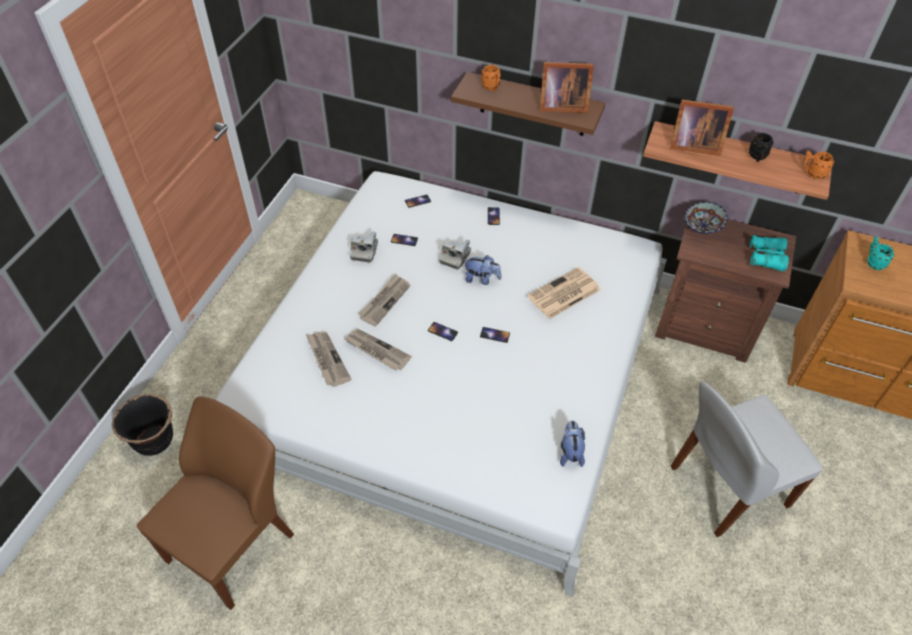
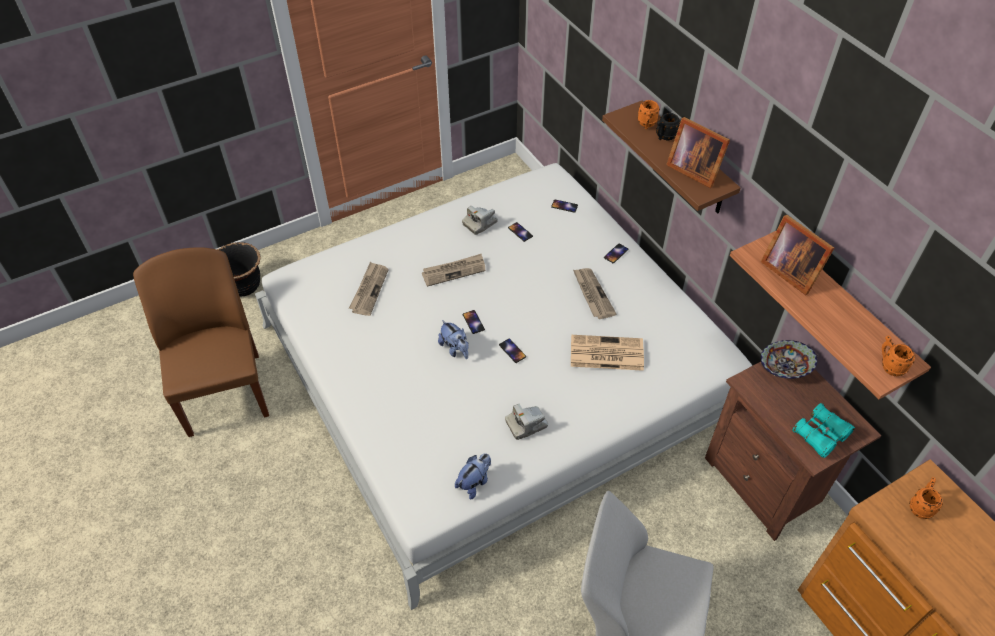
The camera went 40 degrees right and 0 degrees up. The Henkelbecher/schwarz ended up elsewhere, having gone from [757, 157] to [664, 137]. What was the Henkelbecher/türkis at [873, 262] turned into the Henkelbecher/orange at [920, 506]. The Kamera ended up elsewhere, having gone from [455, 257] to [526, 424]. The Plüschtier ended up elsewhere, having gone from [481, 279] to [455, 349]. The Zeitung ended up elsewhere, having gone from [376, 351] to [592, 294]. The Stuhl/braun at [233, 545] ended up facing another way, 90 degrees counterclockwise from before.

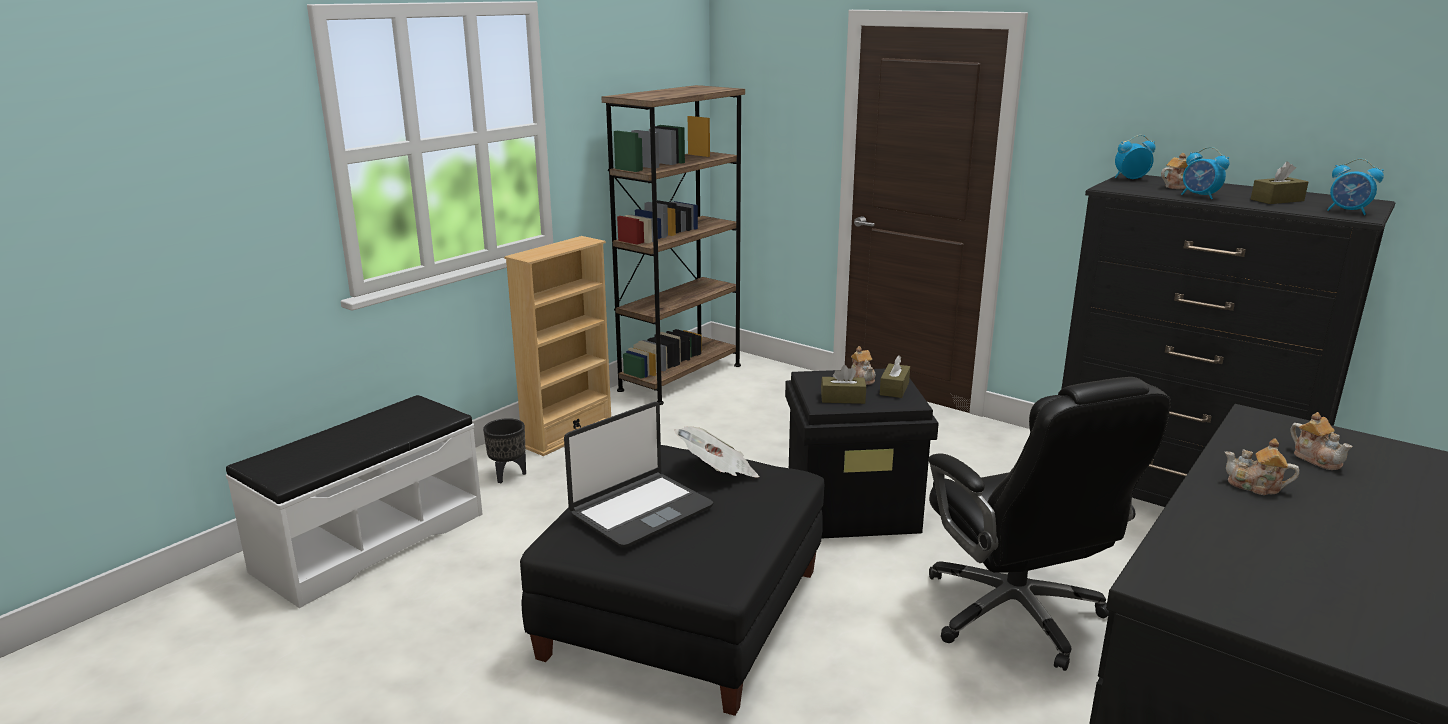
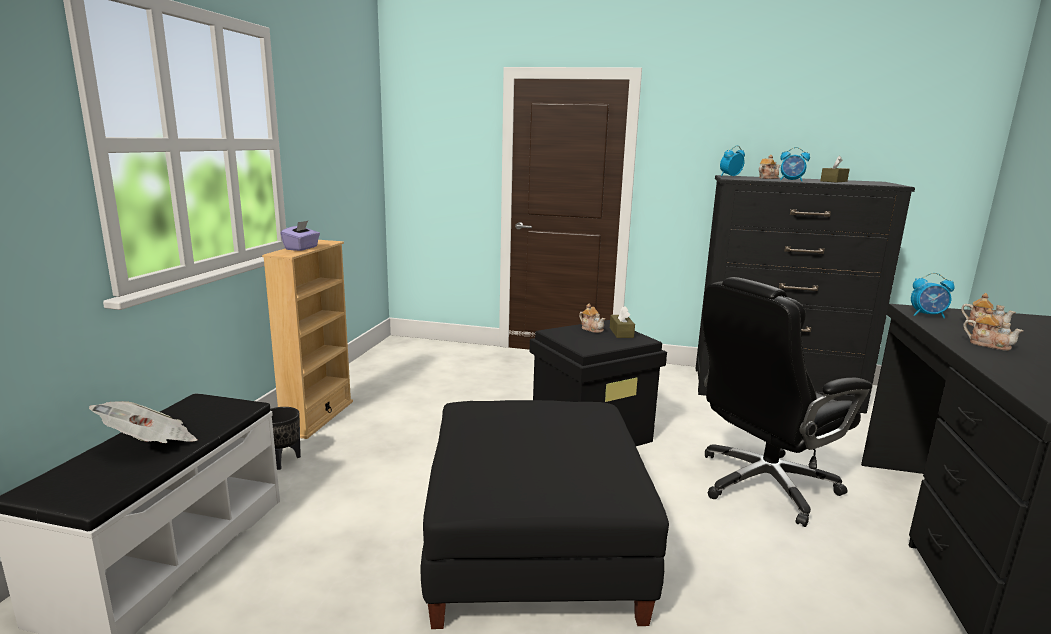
The camera went 25 degrees left and 5 degrees down. The second view lost the Bücherregal/braun at [681, 377]. The Wecker ended up elsewhere, having gone from [1348, 212] to [928, 315]. The second view lost the Taschentuchbox/braun at [843, 398]. The Bürostuhl/schwarz at [1016, 615] ended up facing another way, 105 degrees clockwise from before. The second view lost the Laptop at [640, 510]. The Zeitung ended up elsewhere, having gone from [718, 472] to [150, 443]. The Teekanne at [1255, 486] ended up facing another way, 135 degrees counterclockwise from before. The second view gained the Taschentuchbox/lila at [302, 248].

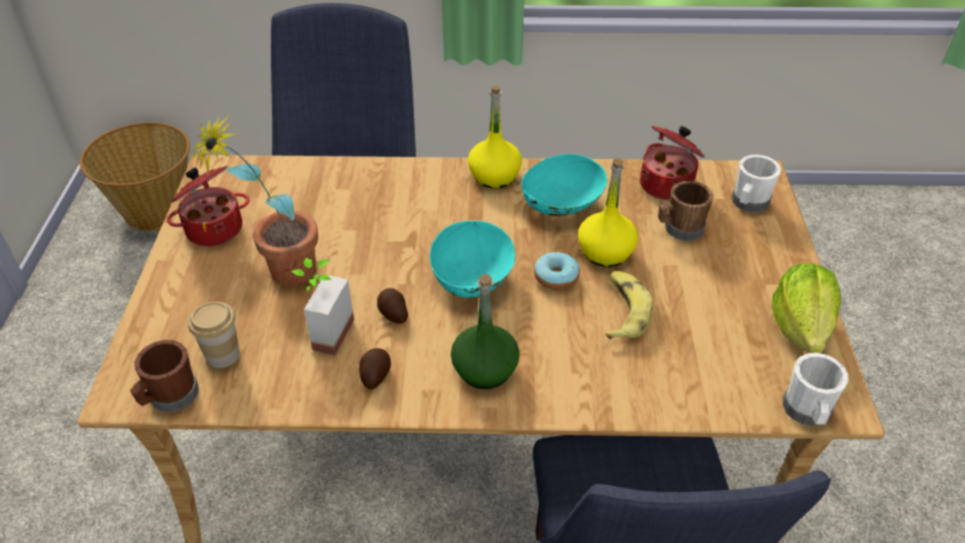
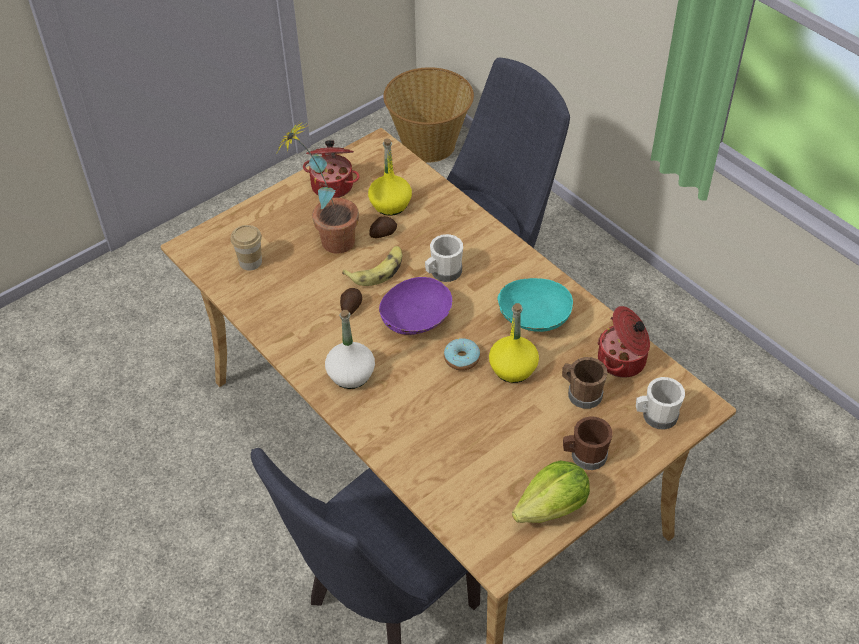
The camera went 50 degrees right and 5 degrees up. The Flasche/gelb ended up elsewhere, having gone from [494, 176] to [390, 204]. What was the Schüssel/türkis at [473, 280] turned into the Schüssel/lila at [416, 322]. The second view lost the Topfpflanze at [323, 332]. The Banane ended up elsewhere, having gone from [623, 311] to [377, 270]. What was the Flasche/grün at [485, 370] turned into the Flasche/weiß at [351, 375]. The Henkelbecher/braun ended up elsewhere, having gone from [170, 398] to [584, 456]. The Kartoffel ended up elsewhere, having gone from [375, 375] to [383, 233]. The Henkelbecher/weiß ended up elsewhere, having gone from [807, 412] to [443, 273].

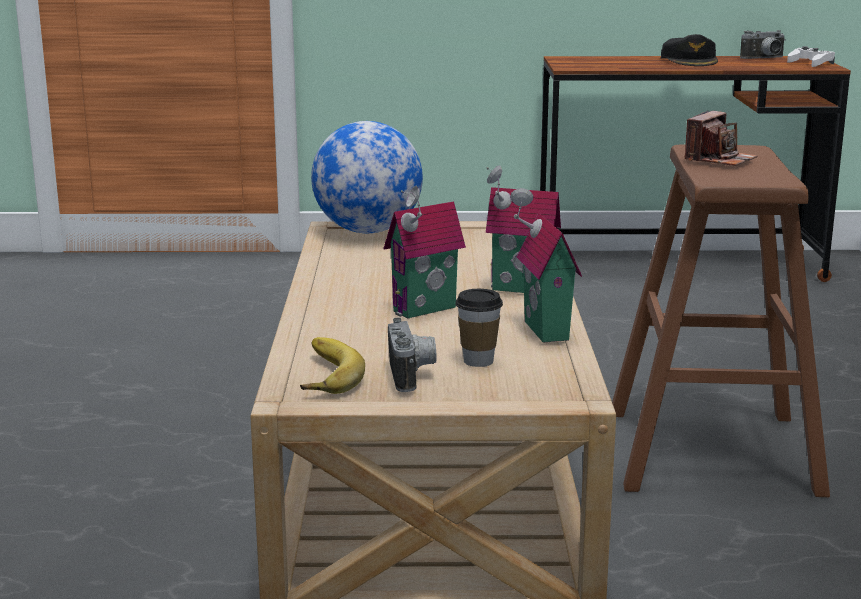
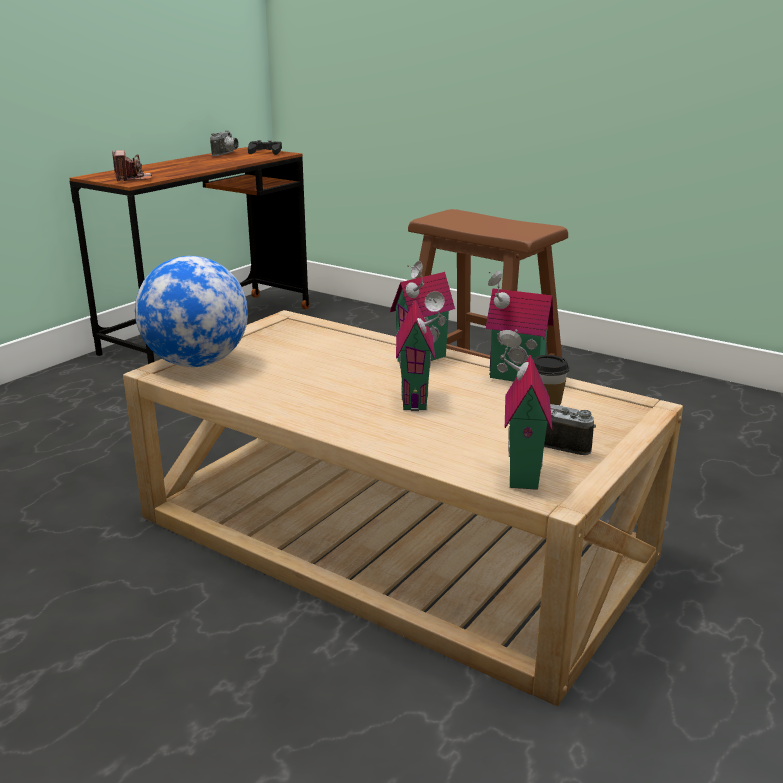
The camera went 55 degrees left and 5 degrees up. The second view lost the Kappe/schwarz at [690, 60]. What was the Gamepad/weiß at [811, 63] turned into the Gamepad/schwarz at [265, 152]. The Kamera ended up elsewhere, having gone from [719, 159] to [133, 178]. Where the Banane stood at [322, 374], the Spielzeughaus came to stand at [518, 472].

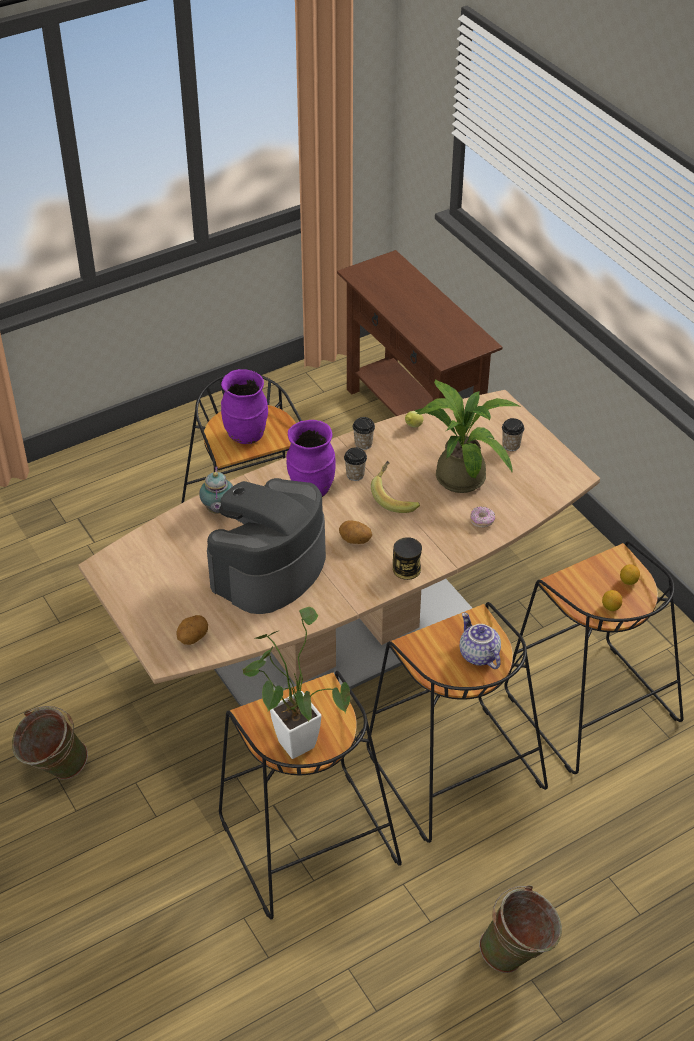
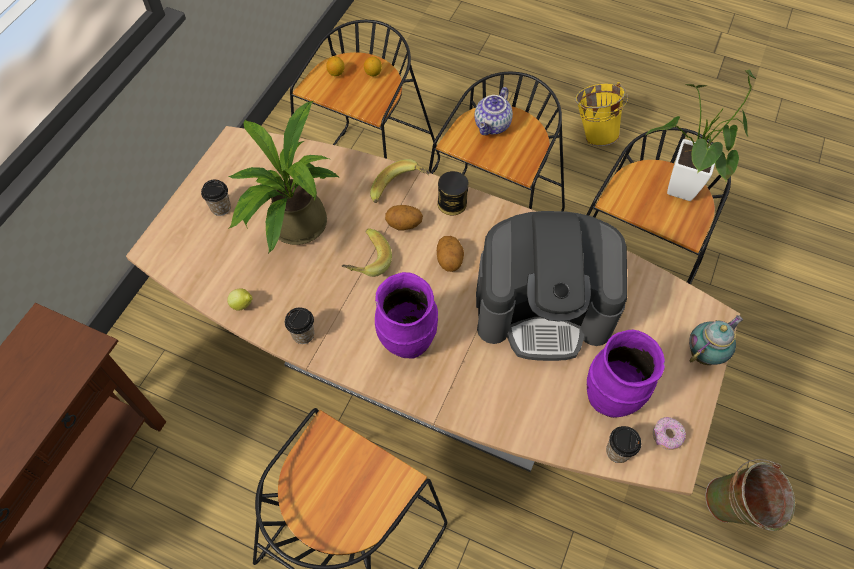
The camera went 125 degrees left and 15 degrees up. The Vase/lila ended up elsewhere, having gone from [246, 435] to [610, 396]. The Tasse ended up elsewhere, having gone from [355, 475] to [617, 452]. The Teekanne ended up elsewhere, having gone from [218, 510] to [705, 353]. The Donut ended up elsewhere, having gone from [482, 521] to [666, 436]. The Kartoffel ended up elsewhere, having gone from [193, 638] to [403, 225]. What was the Eimer/grün at [518, 956] turned into the Eimer/gelb at [593, 133]. The second view gained the Banane at [400, 190].

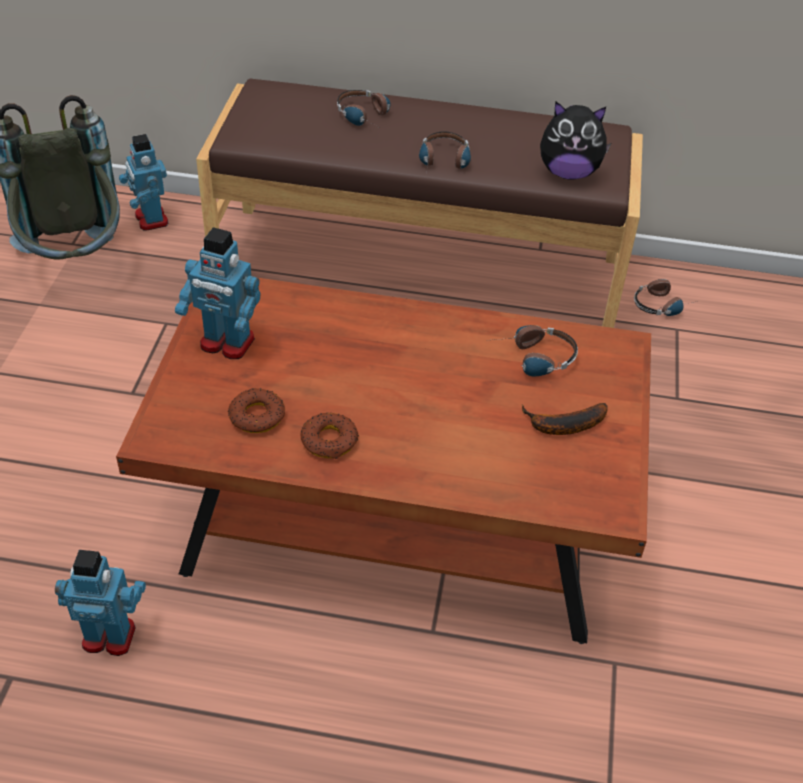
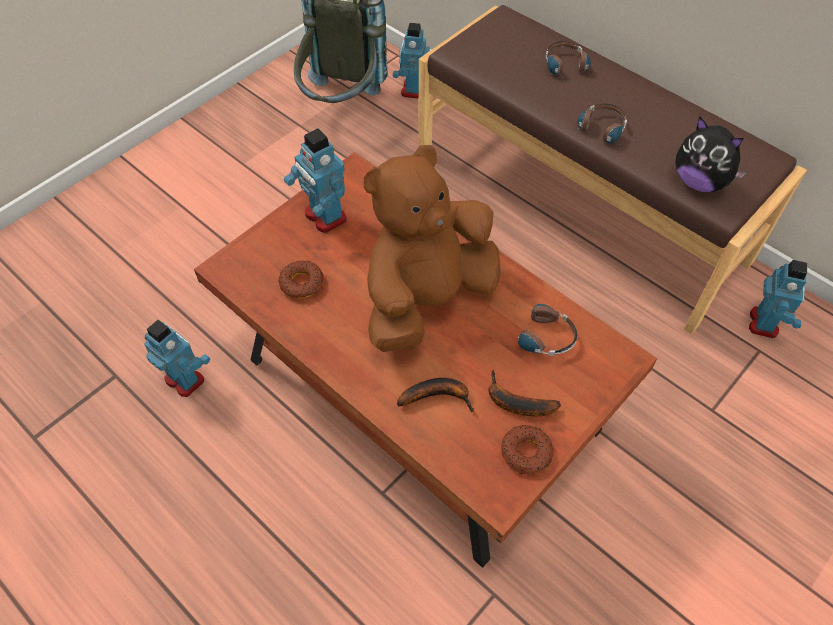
The camera went 35 degrees right and 10 degrees up. Where the Kopfhörer stood at [663, 304], the Spielzeugroboter came to stand at [764, 323]. The Donut ended up elsewhere, having gone from [329, 440] to [526, 452]. The second view gained the Plüschtier/braun at [427, 299]. The second view gained the Banane at [438, 396].

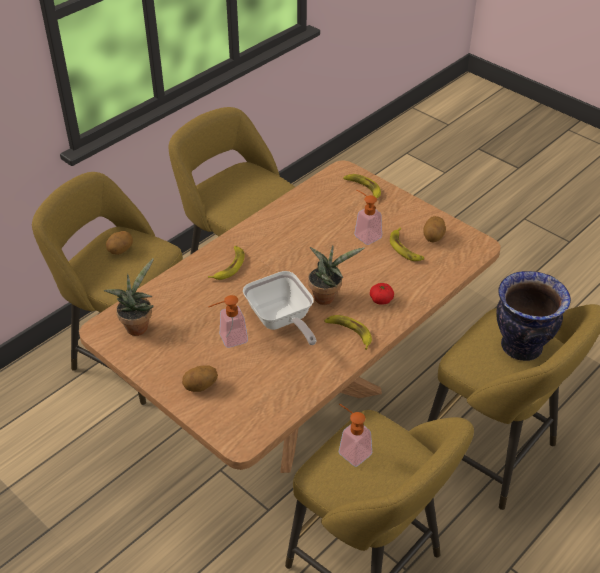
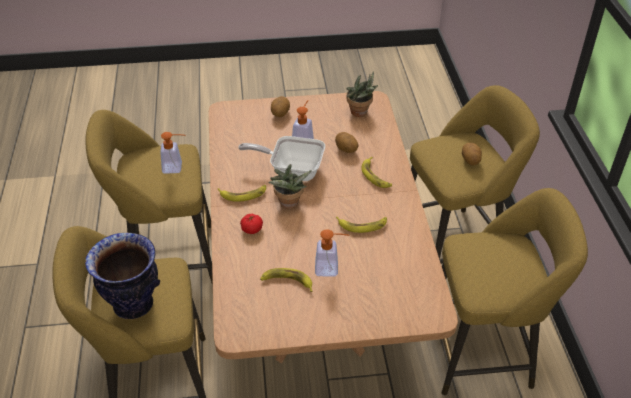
The camera went 130 degrees right and 0 degrees up. The Banane ended up elsewhere, having gone from [363, 188] to [362, 225]. The Kartoffel ended up elsewhere, having gone from [433, 237] to [346, 150].

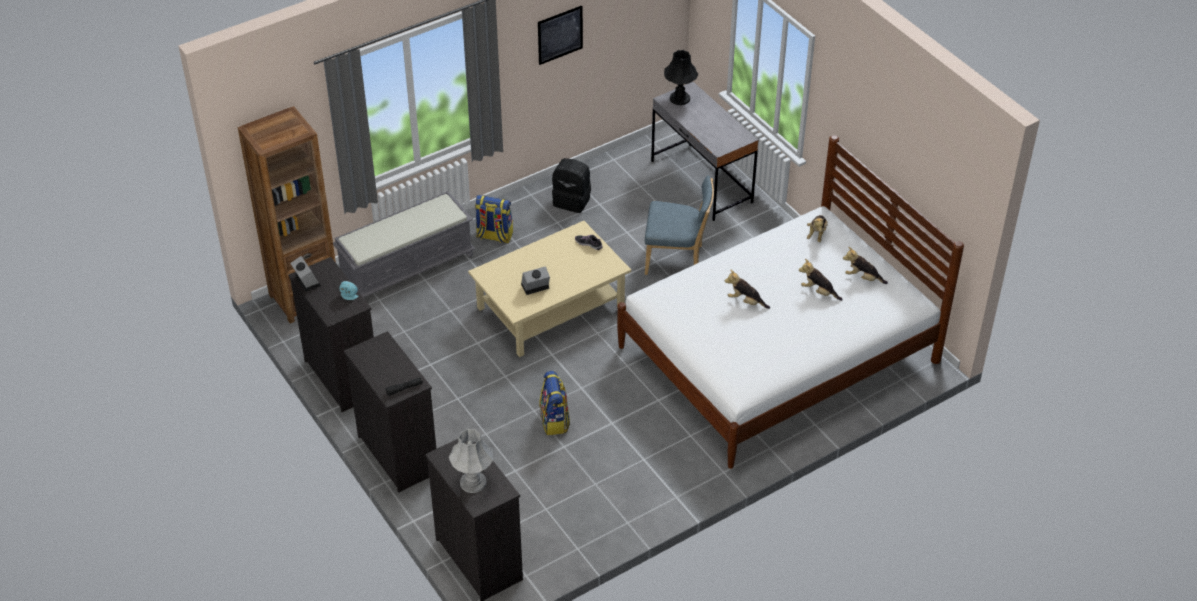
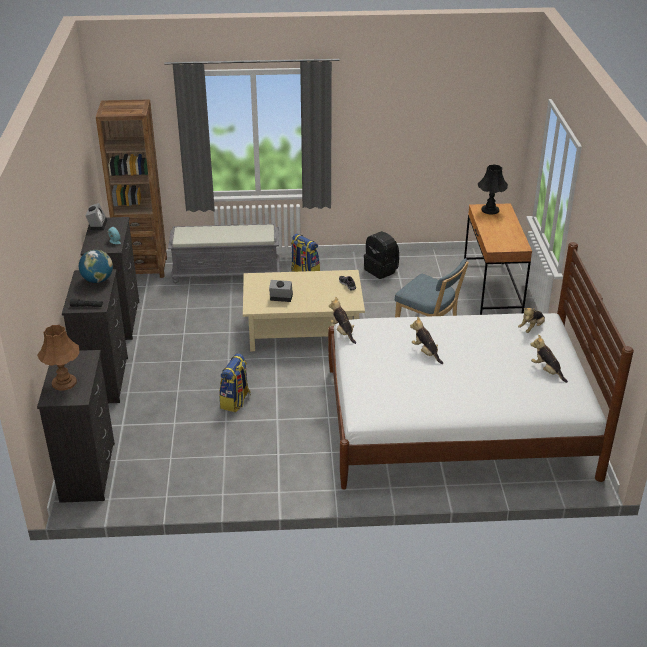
The camera went 30 degrees right and 10 degrees down. The second view lost the Bild at [560, 35]. What was the Schreibtisch/grau at [701, 182] turned into the Schreibtisch/braun at [492, 288]. The Plüschtier ended up elsewhere, having gone from [818, 292] to [342, 332]. What was the Tischlampe/grau at [473, 482] turned into the Tischlampe/braun at [64, 382]. The second view gained the Globus at [97, 280].

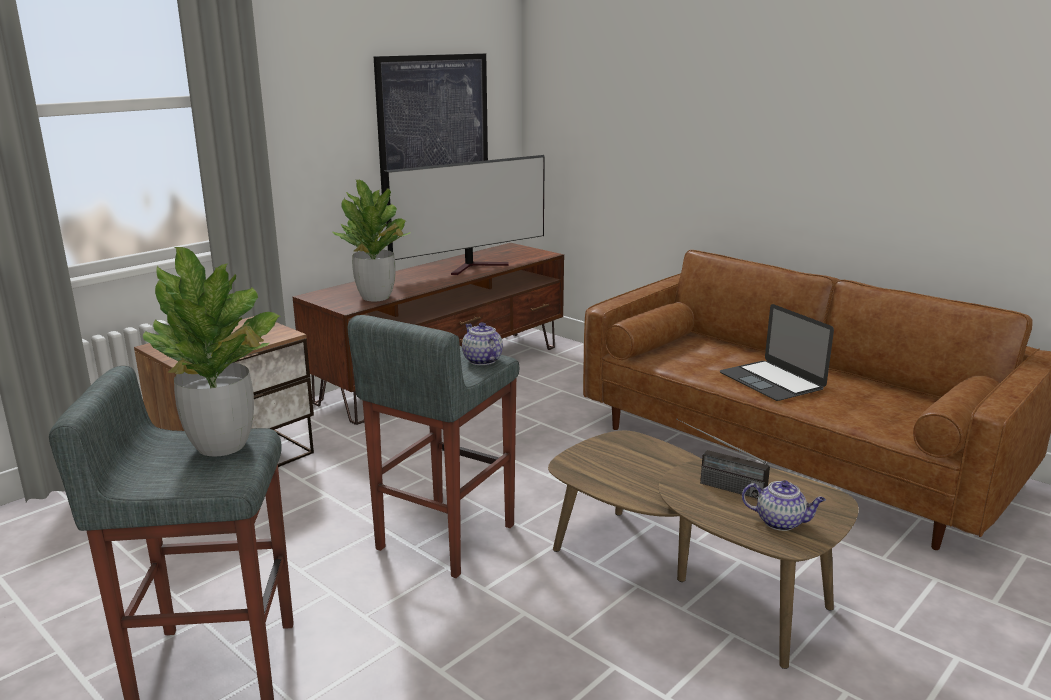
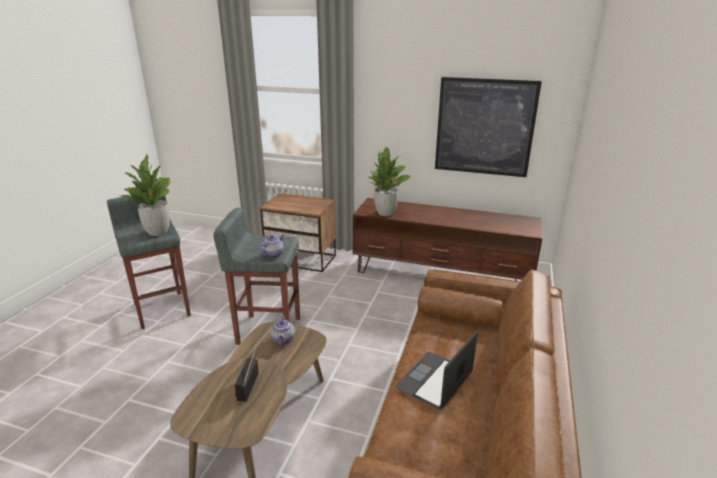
The camera went 65 degrees right and 5 degrees up. The second view lost the Fernseher at [476, 267]. The Teekanne ended up elsewhere, having gone from [781, 522] to [283, 340].

